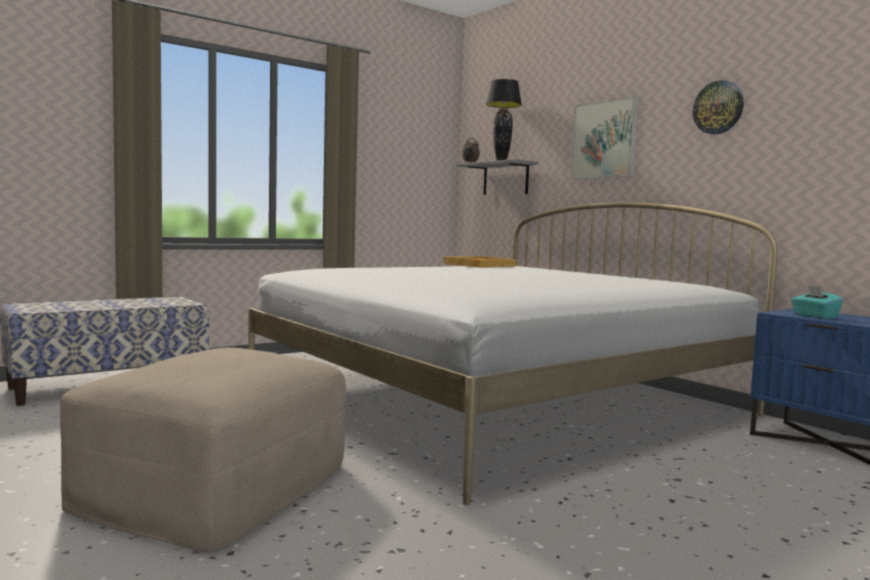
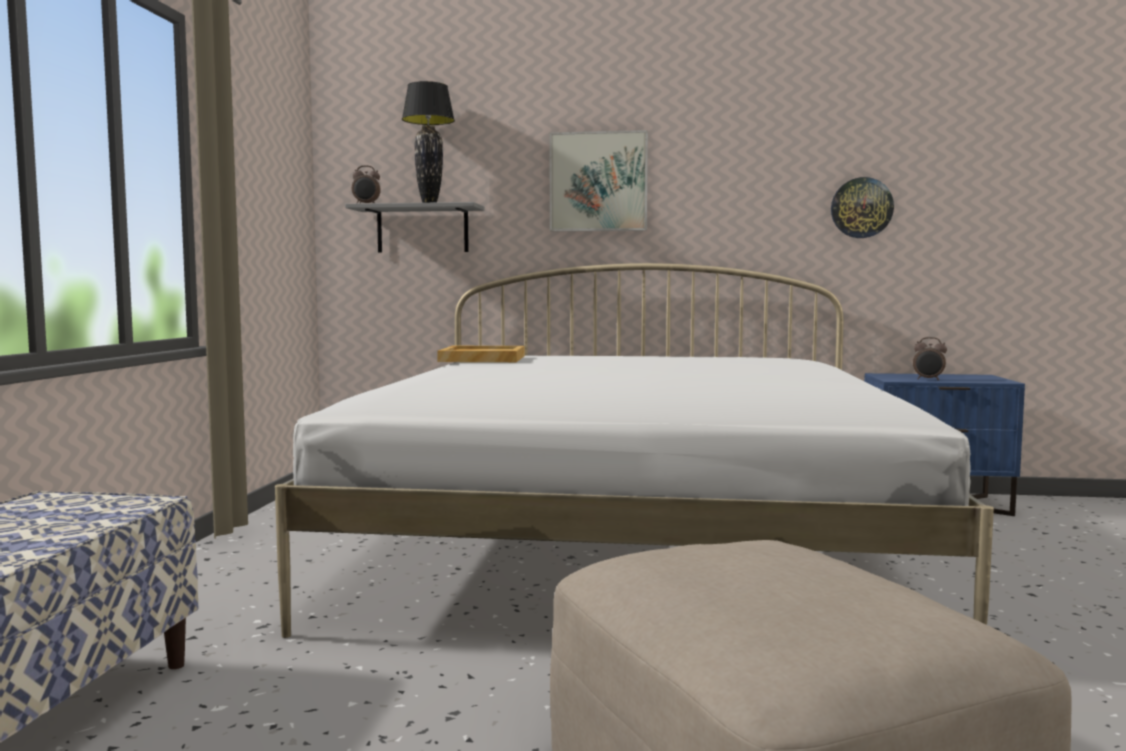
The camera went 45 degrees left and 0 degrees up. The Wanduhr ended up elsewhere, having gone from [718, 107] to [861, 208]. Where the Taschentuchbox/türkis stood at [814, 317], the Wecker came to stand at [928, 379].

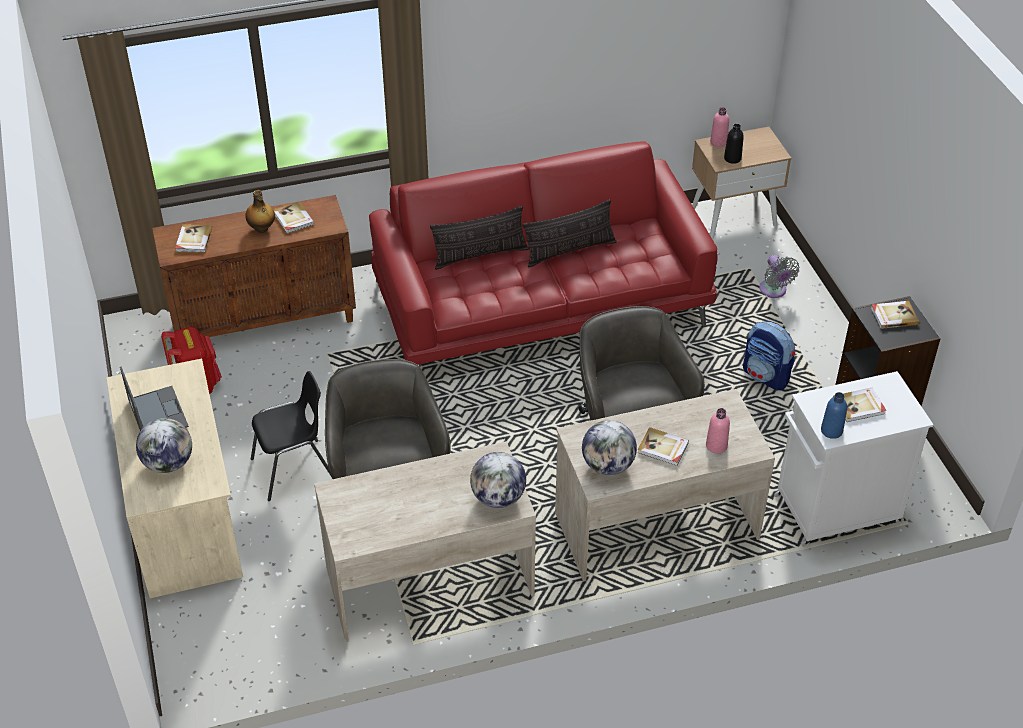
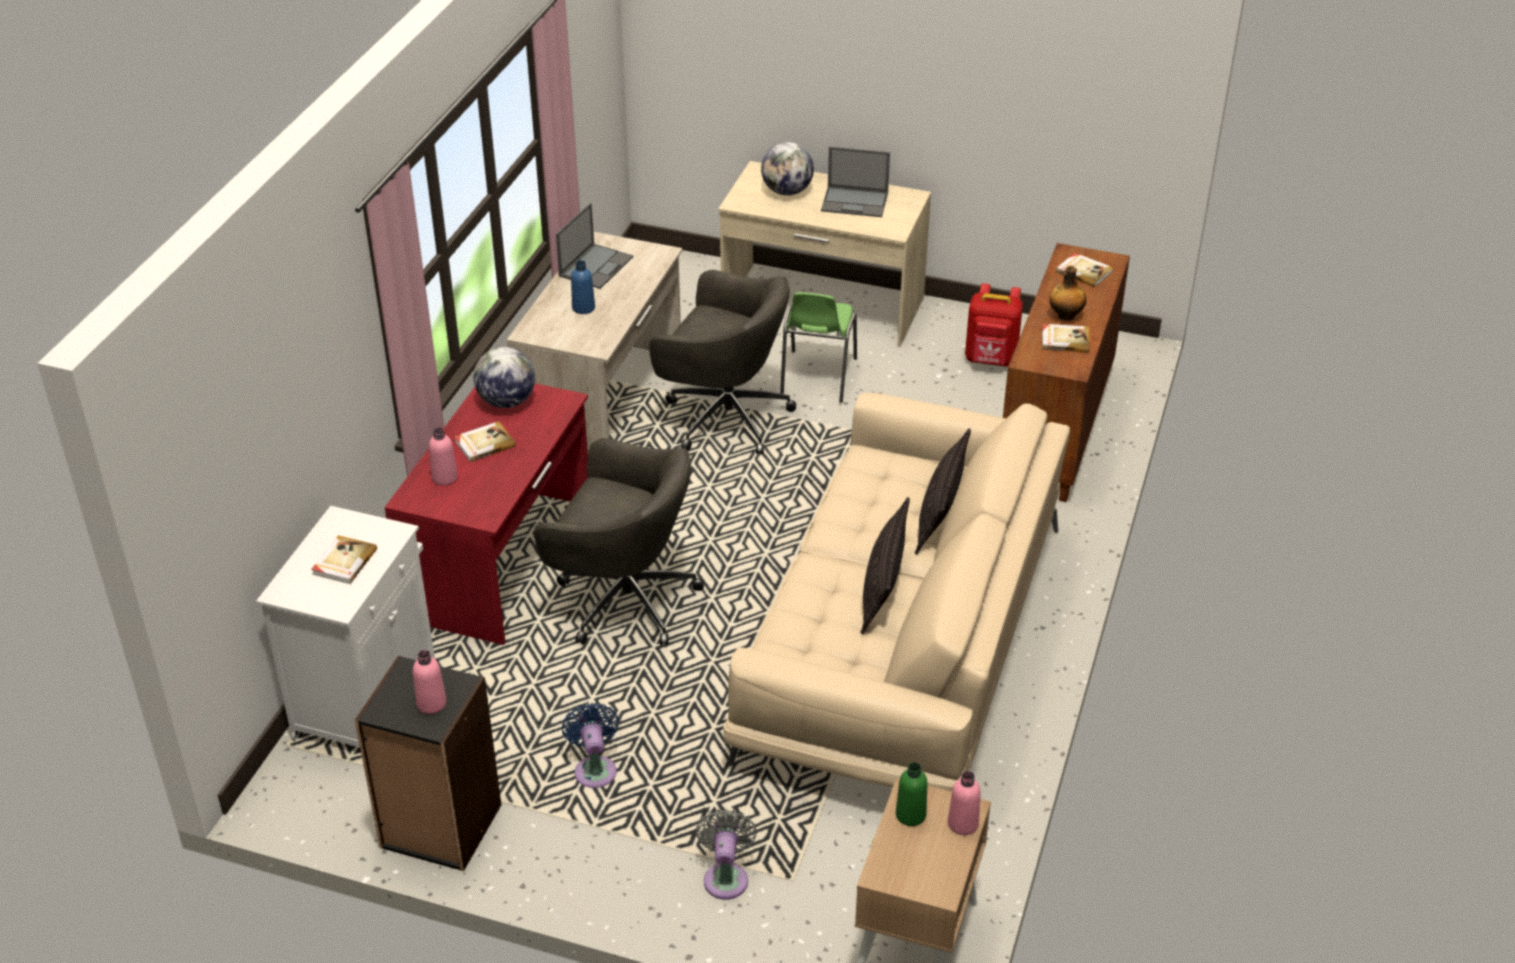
The camera went 125 degrees right and 5 degrees down. What was the Flasche/schwarz at [732, 158] turned into the Flasche/grün at [910, 815]. What was the Sofa/rot at [541, 303] turned into the Sofa/beige at [901, 643]. The Ventilator/grau at [774, 291] ended up facing another way, 75 degrees clockwise from before. Where the Buch stood at [893, 316], the Flasche/rosa came to stand at [431, 703]. Where the Rucksack stood at [766, 376], the Ventilator/blau came to stand at [595, 769]. What was the Stuhl/schwarz at [294, 469] turned into the Stuhl/grün at [817, 377]. What was the Schreibtisch/beige at [655, 525] turned into the Schreibtisch/rot at [502, 561]. The Flasche/blau ended up elsewhere, having gone from [831, 431] to [583, 308]. The second view lost the Globus at [498, 498]. The second view gained the Laptop at [596, 266].

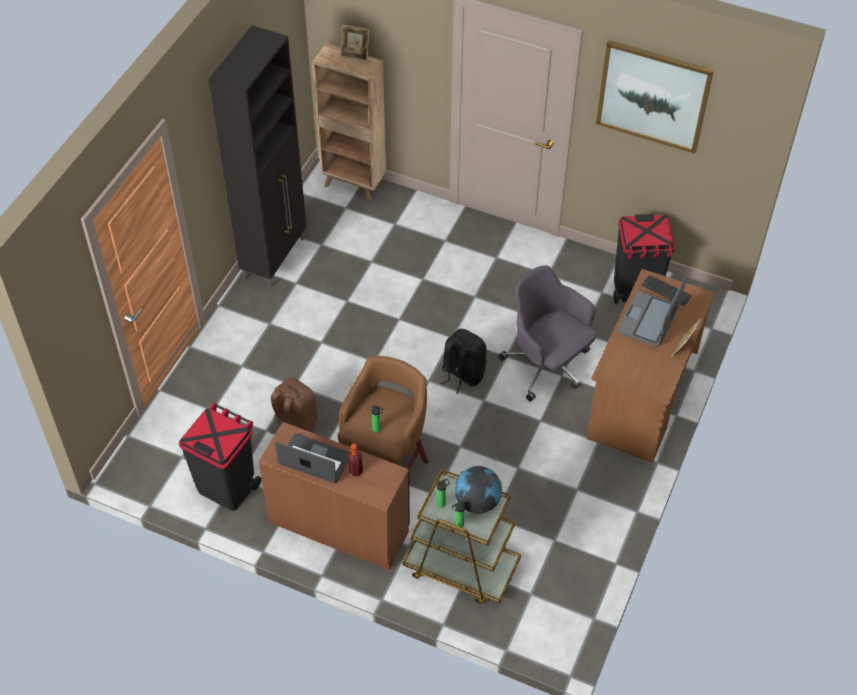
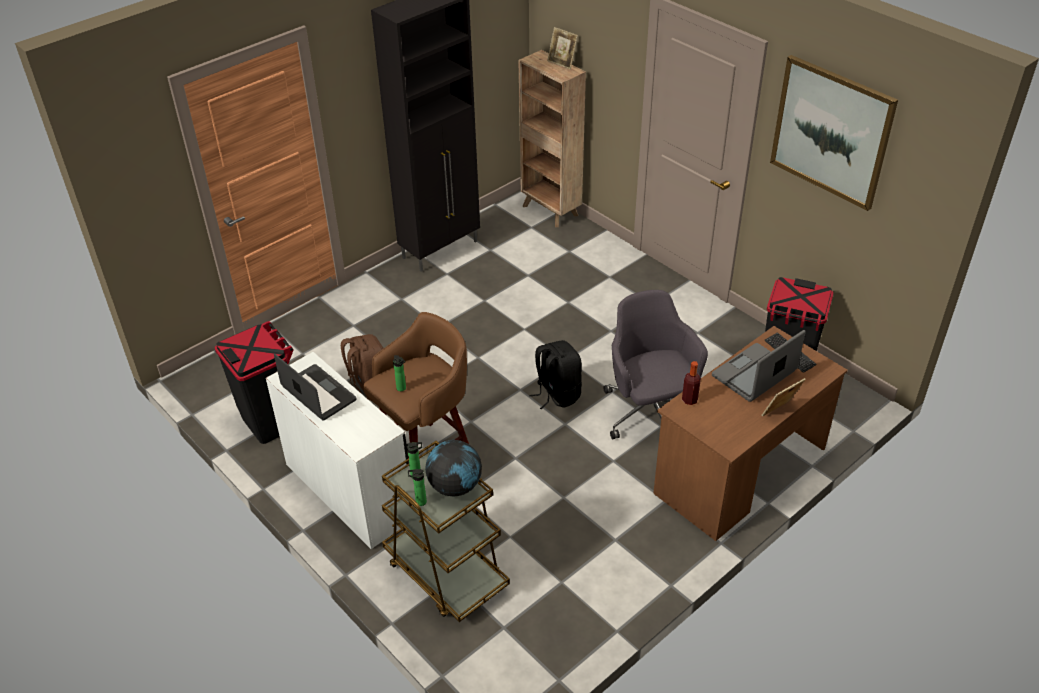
The camera went 25 degrees right and 10 degrees down. What was the Schreibtisch/braun at [339, 525] turned into the Schreibtisch/weiß at [350, 490]. The Flasche ended up elsewhere, having gone from [355, 471] to [689, 400].

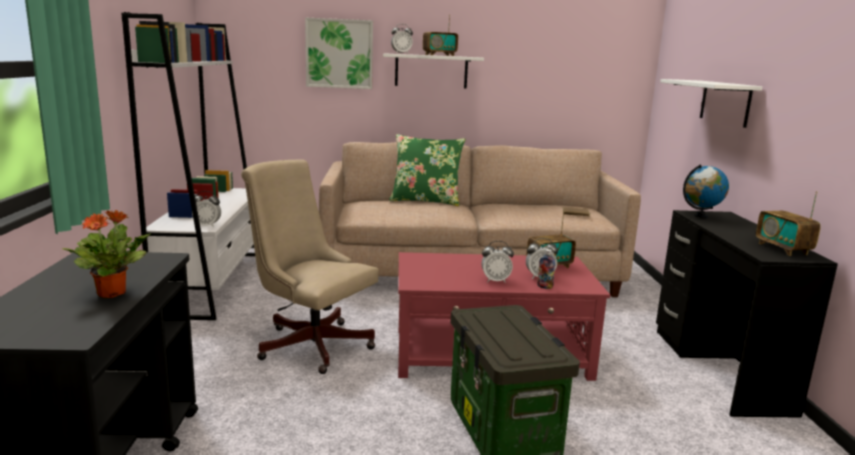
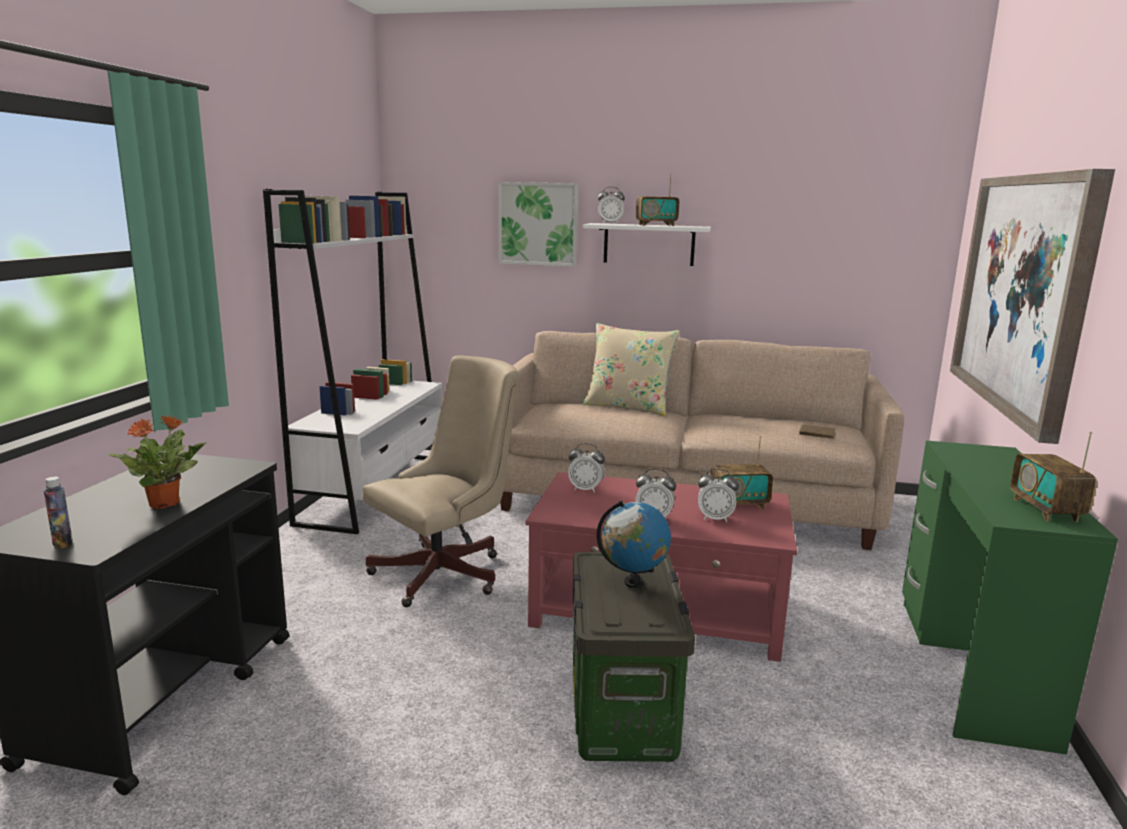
The camera went 15 degrees right and 0 degrees up. Where the Wandregal/weiß hung at [725, 102], the Bild came to hang at [1022, 293]. What was the Kissen/grün at [425, 201] turned into the Kissen/beige at [628, 407]. The Bürostuhl/beige at [310, 343] ended up facing another way, 90 degrees clockwise from before. The Globus ended up elsewhere, having gone from [701, 216] to [633, 583]. The Wecker ended up elsewhere, having gone from [207, 226] to [585, 489]. What was the Schreibtisch/schwarz at [719, 369] turned into the Schreibtisch/grün at [971, 668]. The Flasche ended up elsewhere, having gone from [544, 287] to [62, 543].

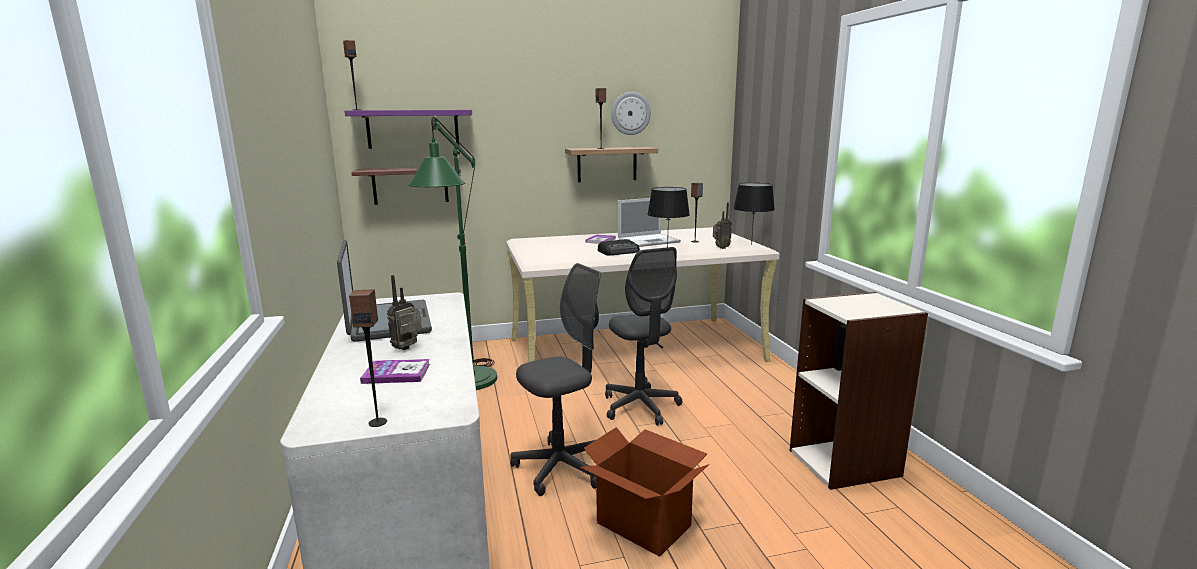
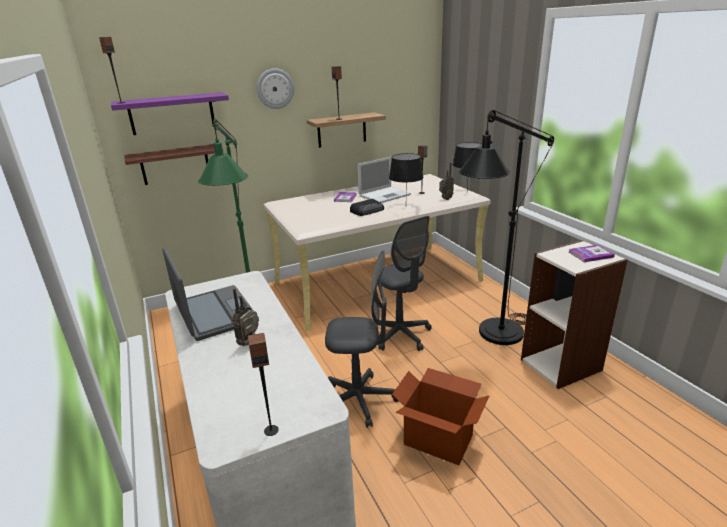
The camera went 10 degrees left and 10 degrees up. The Wanduhr ended up elsewhere, having gone from [630, 113] to [275, 88]. The Bürostuhl/grau at [561, 468] ended up facing another way, 45 degrees clockwise from before. The Buch ended up elsewhere, having gone from [396, 373] to [590, 254]. The second view gained the Stehlampe/schwarz at [493, 337].

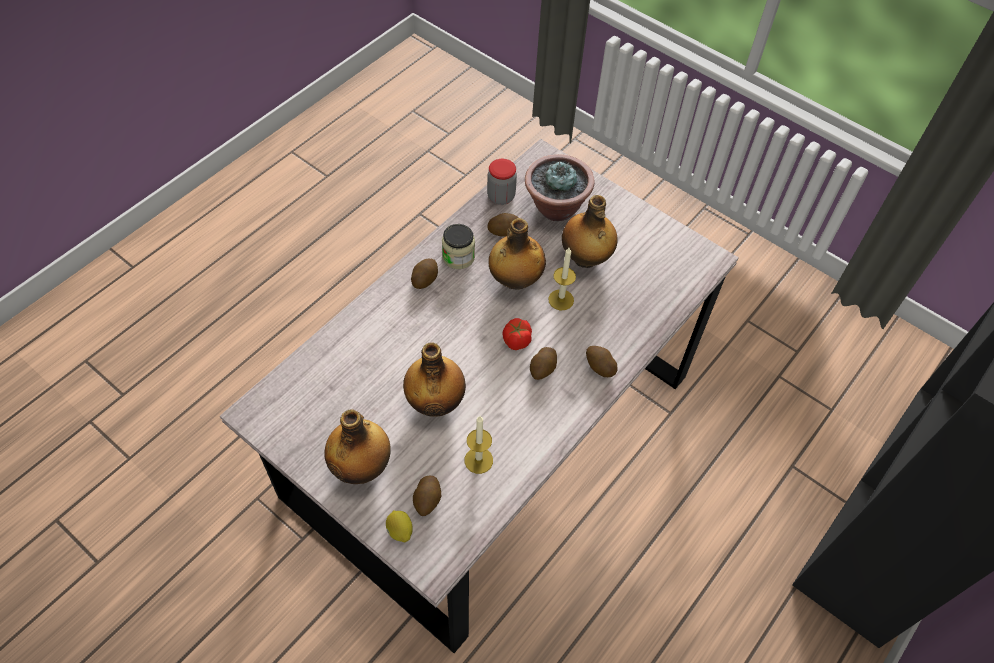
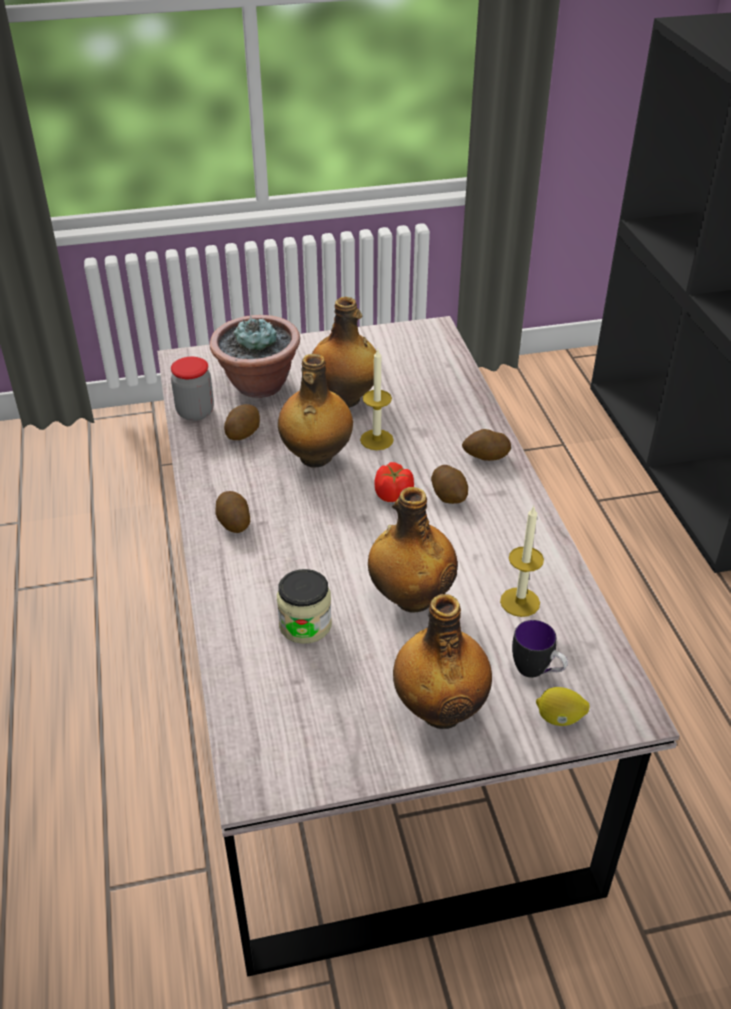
The camera went 50 degrees left and 15 degrees down. The Vorratsglas ended up elsewhere, having gone from [458, 257] to [305, 624]. Where the Kartoffel stood at [427, 500], the Henkelbecher came to stand at [537, 672].

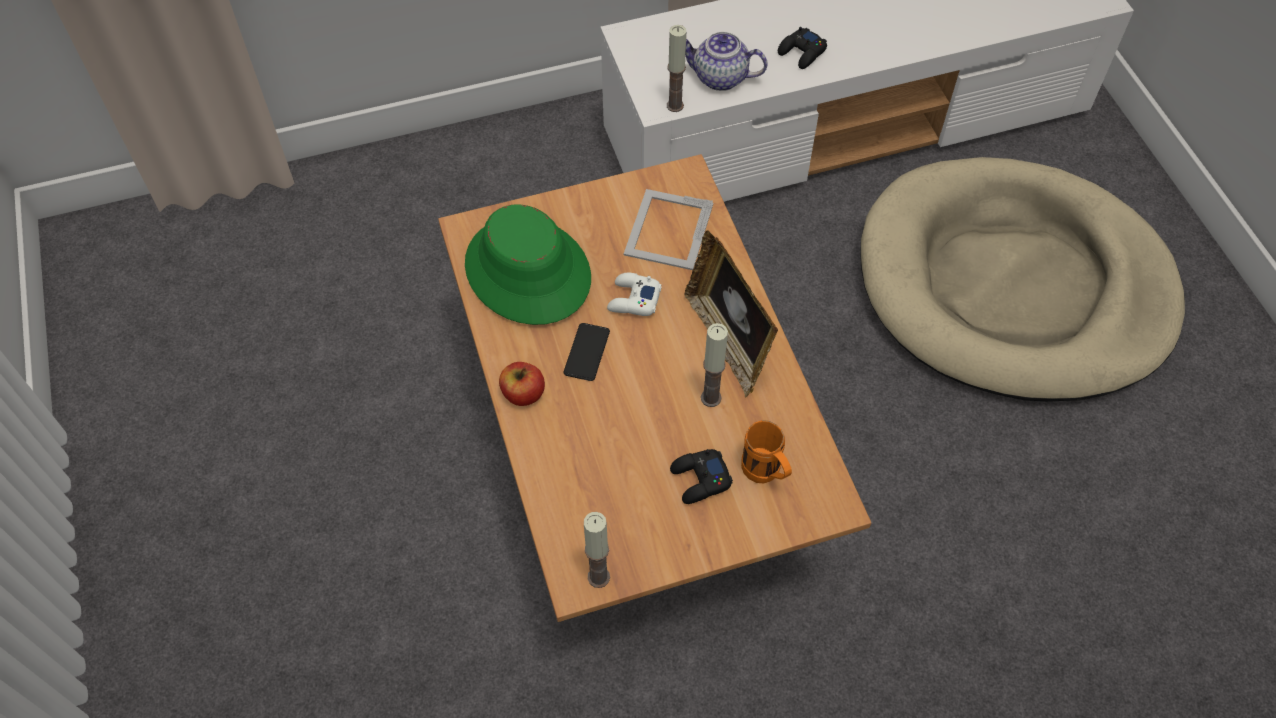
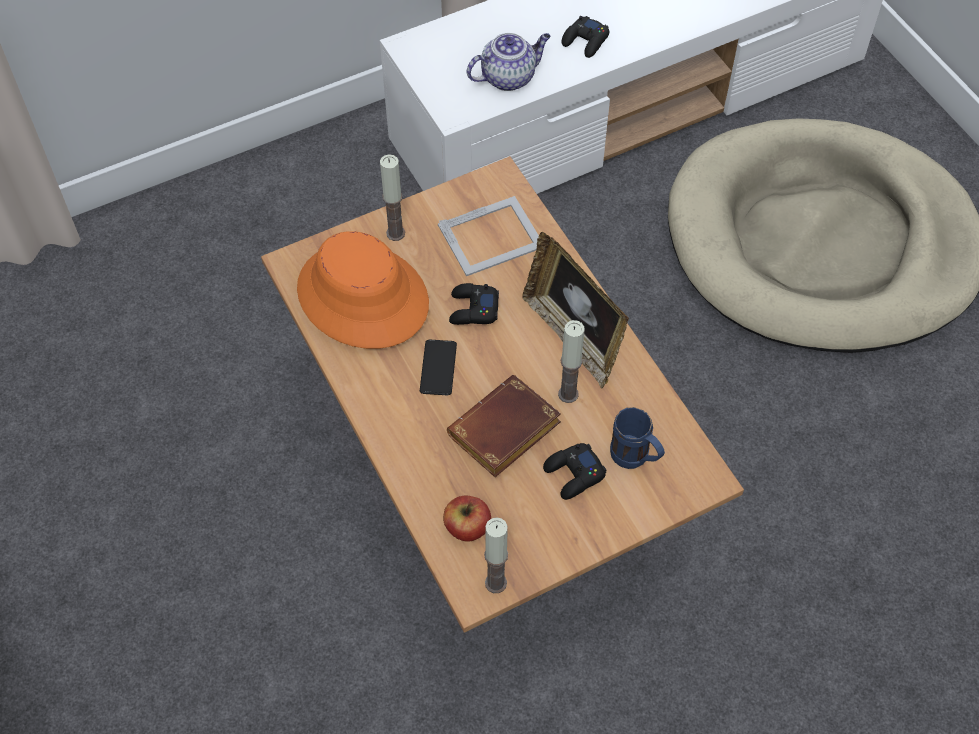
The camera went 10 degrees left and 0 degrees up. The Kerze ended up elsewhere, having gone from [675, 105] to [395, 233]. The Teekanne at [719, 78] ended up facing another way, 150 degrees clockwise from before. The Bilderrahmen at [667, 230] ended up facing another way, 120 degrees counterclockwise from before. What was the Hut/grün at [527, 271] turned into the Hut/orange at [362, 297]. What was the Gamepad/weiß at [633, 299] turned into the Gamepad/schwarz at [473, 309]. The Apfel ended up elsewhere, having gone from [523, 394] to [467, 527]. What was the Henkelbecher/orange at [765, 474] turned into the Henkelbecher/blau at [635, 459]. The second view gained the Buch/braun at [504, 434].

